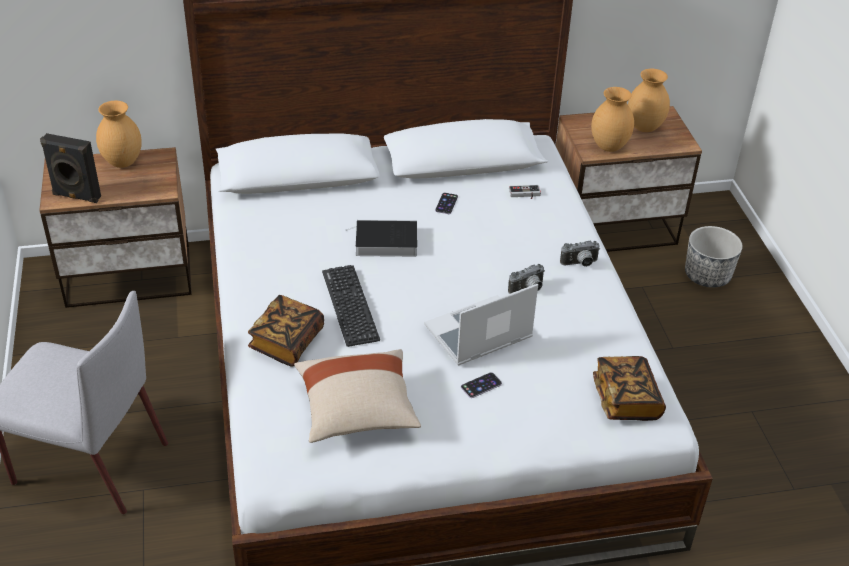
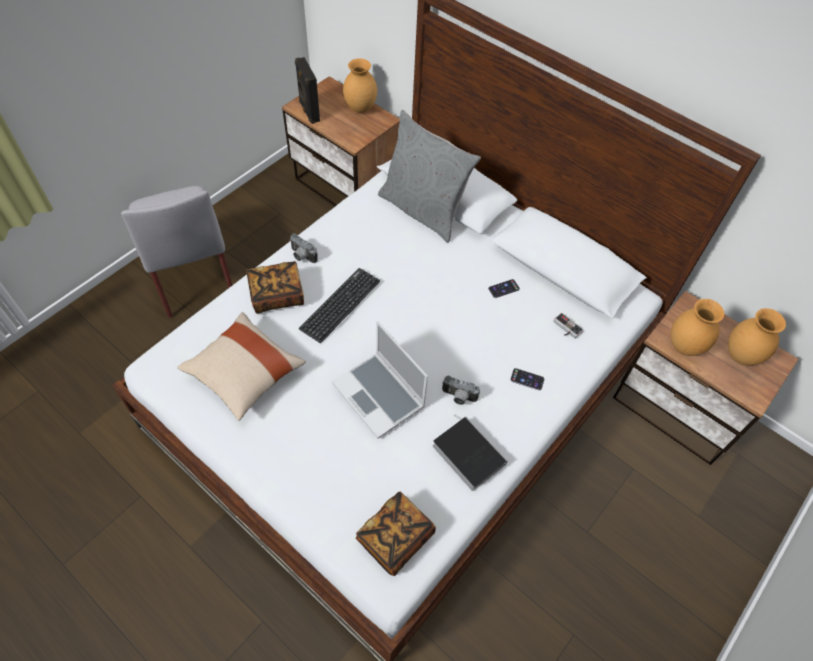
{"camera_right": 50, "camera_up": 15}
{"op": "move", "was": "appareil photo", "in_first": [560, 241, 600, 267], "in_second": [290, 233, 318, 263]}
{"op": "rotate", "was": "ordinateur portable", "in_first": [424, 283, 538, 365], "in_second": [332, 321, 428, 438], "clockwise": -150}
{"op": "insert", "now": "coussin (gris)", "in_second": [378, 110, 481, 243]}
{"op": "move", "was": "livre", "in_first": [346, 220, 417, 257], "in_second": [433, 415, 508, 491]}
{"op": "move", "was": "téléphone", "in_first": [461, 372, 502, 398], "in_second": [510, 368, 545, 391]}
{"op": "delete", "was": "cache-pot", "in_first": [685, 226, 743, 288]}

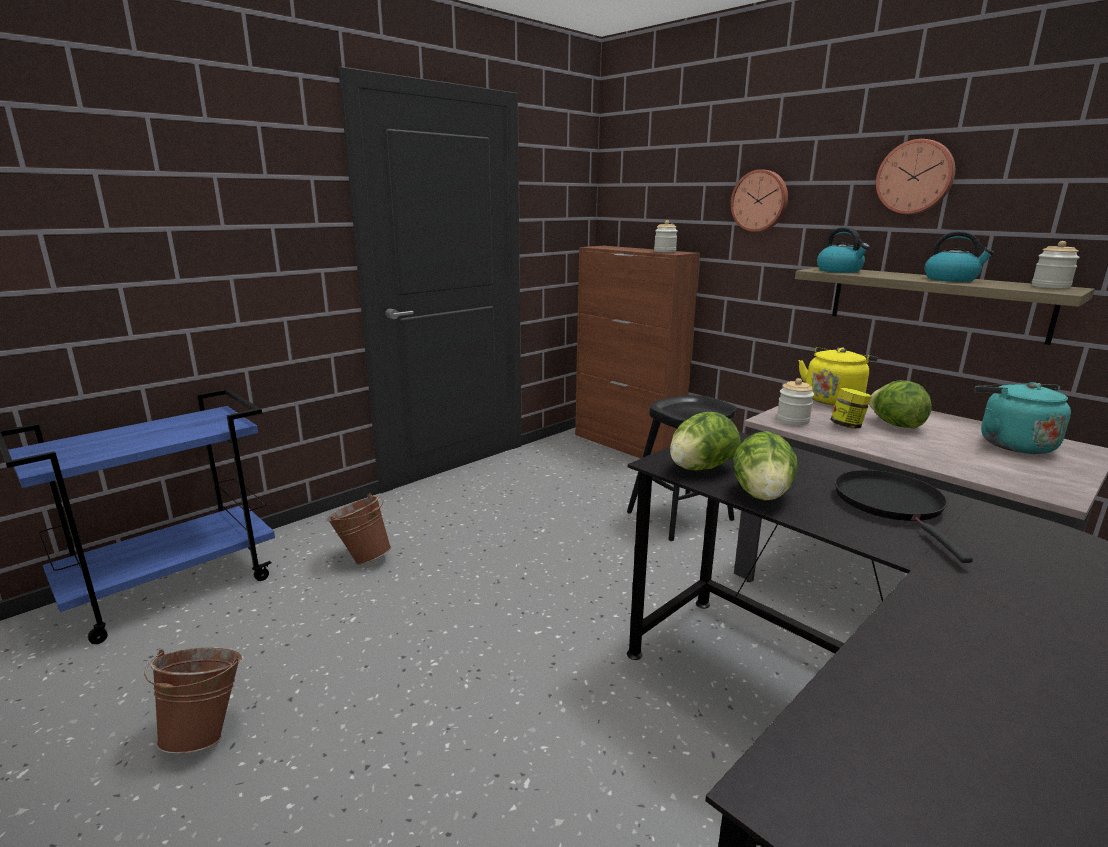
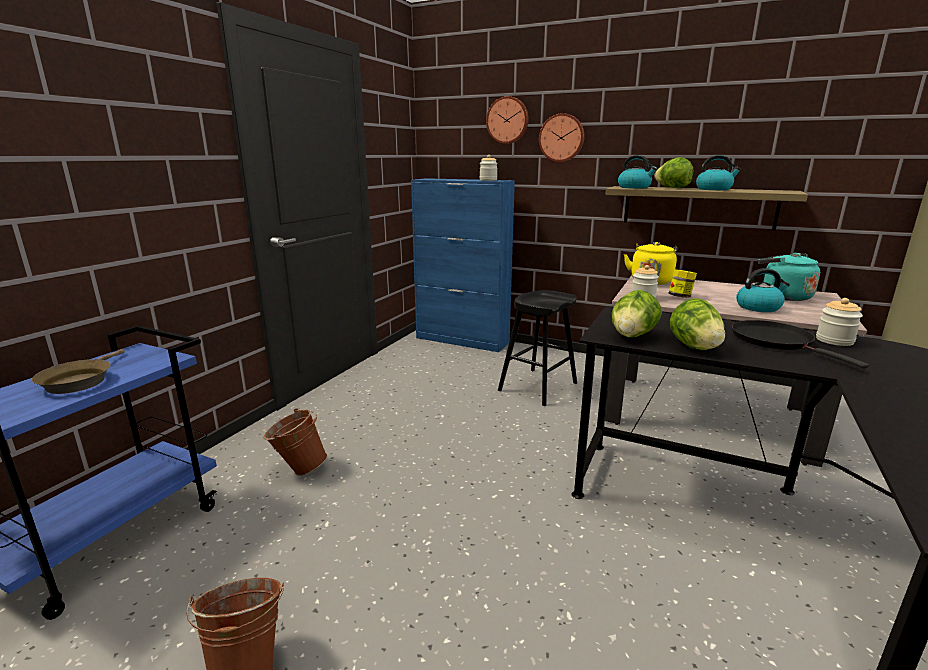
{"camera_right": -20, "camera_up": 0}
{"op": "insert", "now": "poêle (marron)", "in_second": [32, 349, 125, 394]}
{"op": "recolor", "was": "meuble de rangement (marron)", "now": "meuble de rangement (bleu)", "in_first": [575, 246, 700, 459], "in_second": [411, 178, 515, 352]}
{"op": "move", "was": "horloge murale", "in_first": [876, 139, 955, 214], "in_second": [486, 96, 529, 144]}
{"op": "move", "was": "laitue", "in_first": [869, 380, 932, 429], "in_second": [654, 157, 693, 188]}
{"op": "insert", "now": "bouilloire", "in_second": [736, 268, 790, 312]}
{"op": "move", "was": "bocal", "in_first": [1032, 241, 1080, 289], "in_second": [816, 298, 863, 346]}

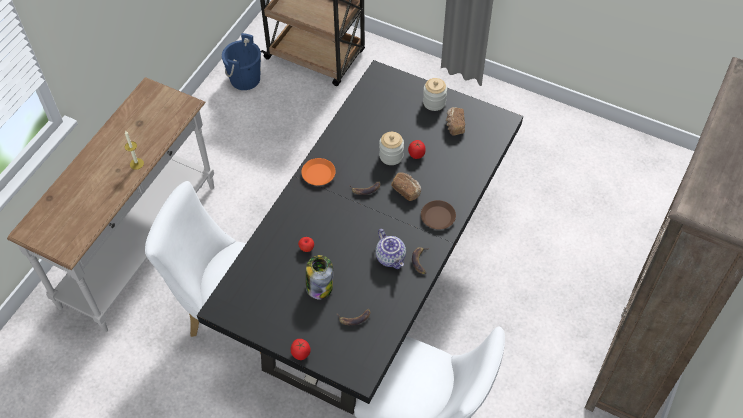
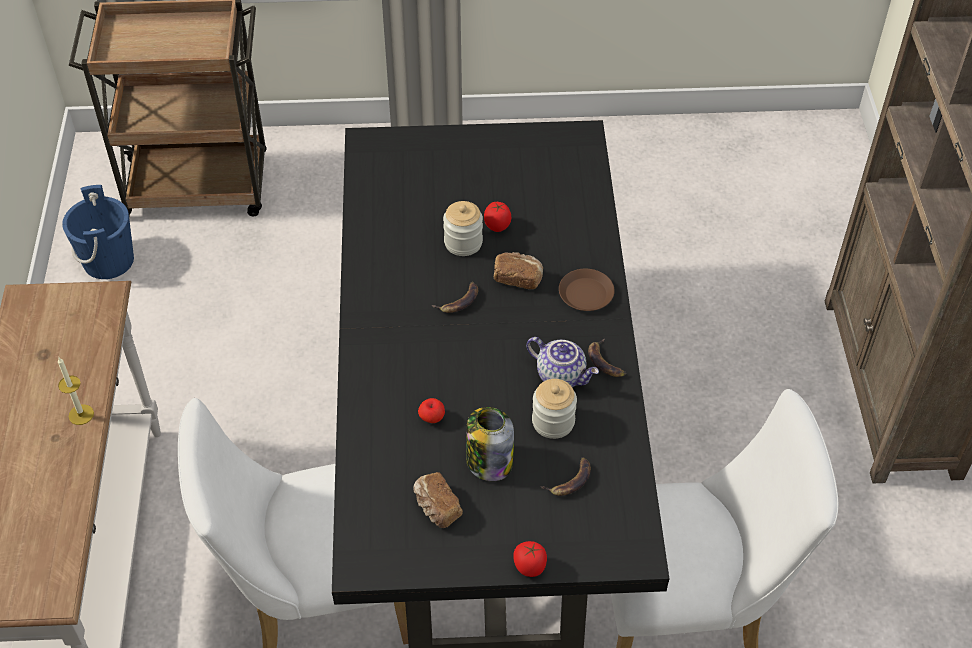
{"camera_right": -30, "camera_up": -5}
{"op": "move", "was": "pain", "in_first": [446, 107, 465, 135], "in_second": [413, 472, 463, 528]}
{"op": "move", "was": "bocal", "in_first": [423, 78, 447, 111], "in_second": [532, 379, 577, 439]}
{"op": "delete", "was": "assiette (orange)", "in_first": [301, 158, 336, 186]}

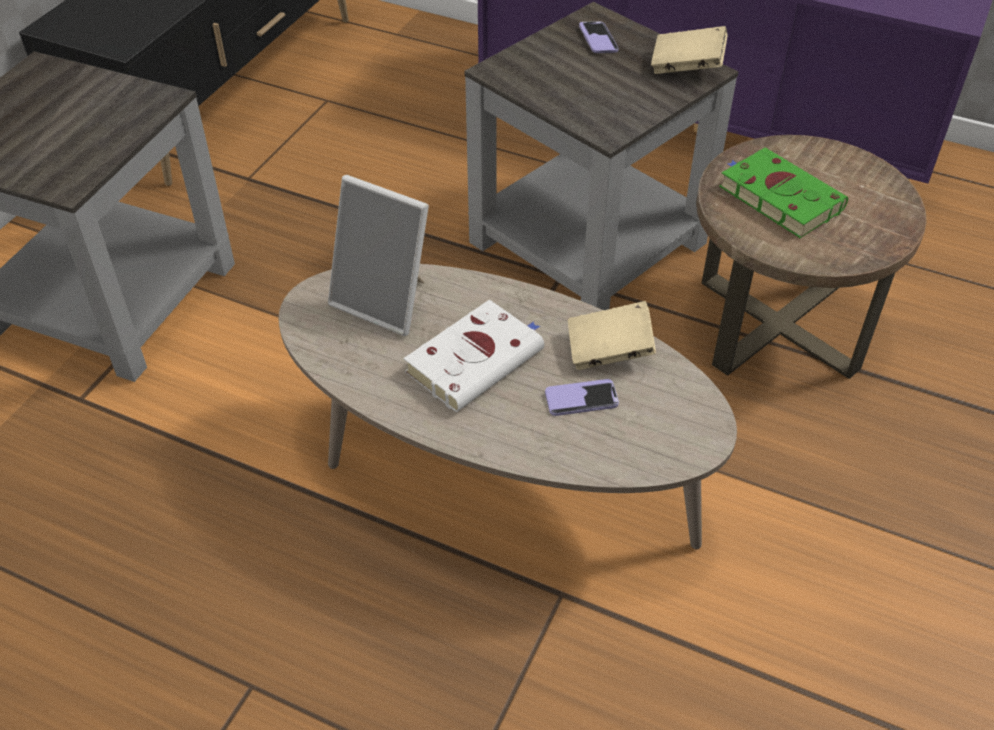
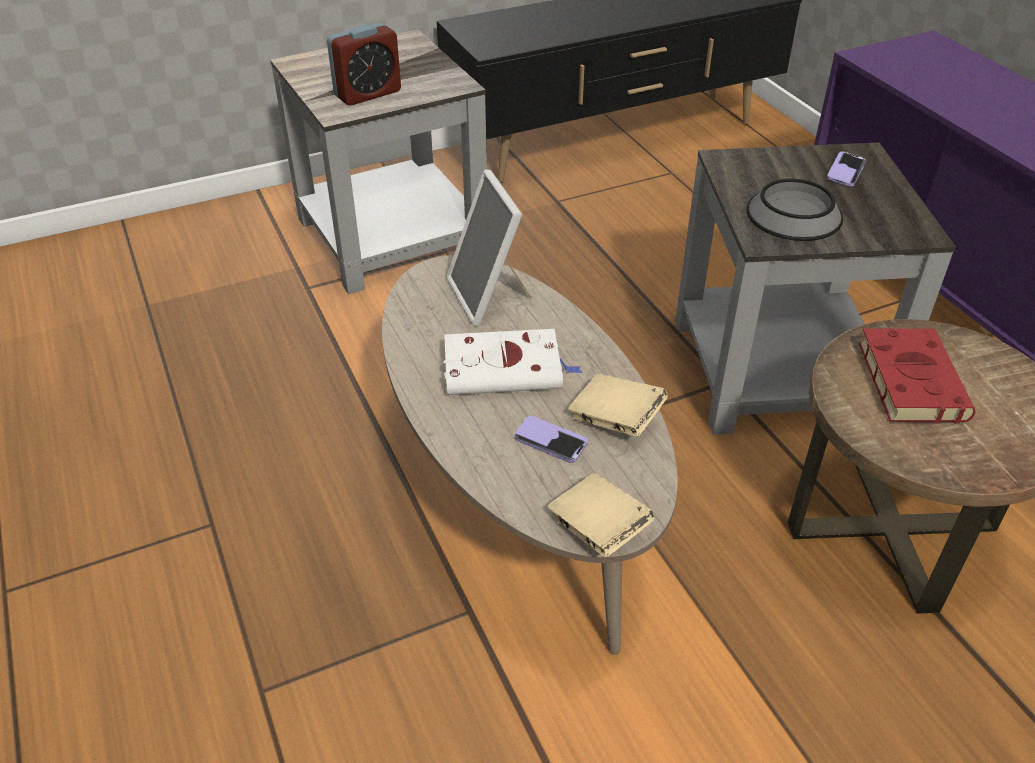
{"camera_right": 40, "camera_up": -5}
{"op": "insert", "now": "réveil", "in_second": [327, 23, 401, 105]}
{"op": "move", "was": "livre (beige)", "in_first": [651, 26, 728, 74], "in_second": [547, 473, 655, 557]}
{"op": "insert", "now": "bol", "in_second": [746, 179, 843, 241]}
{"op": "recolor", "was": "livre (vert)", "now": "livre (rouge)", "in_first": [719, 148, 848, 238], "in_second": [859, 328, 976, 423]}

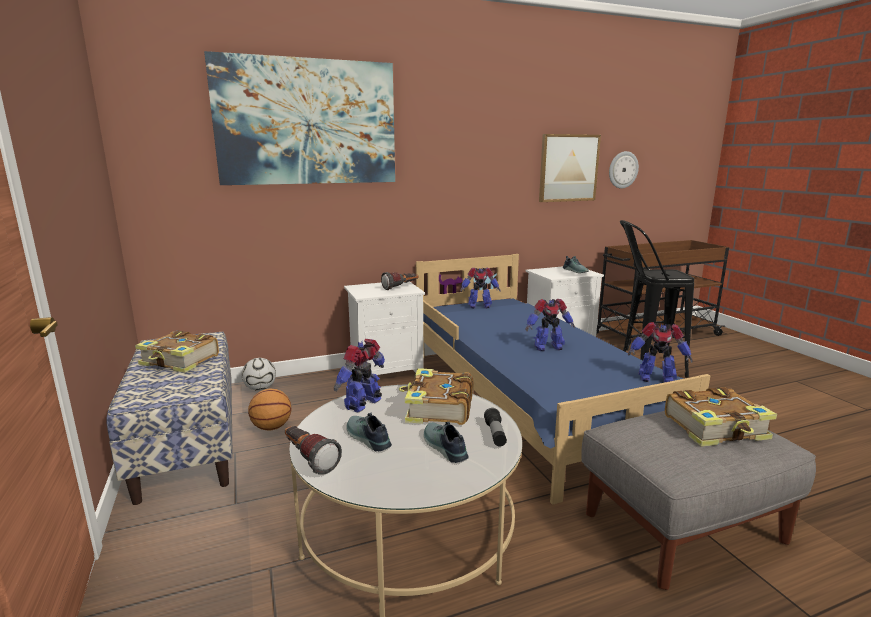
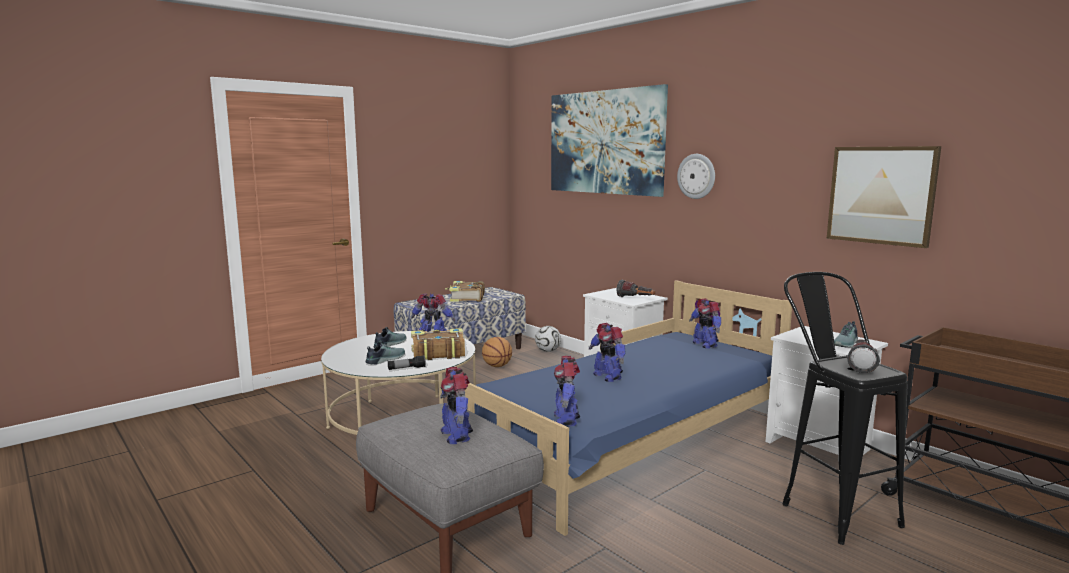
{"camera_right": 70, "camera_up": -5}
{"op": "replace", "was": "livre", "now": "robot jouet", "in_first": [665, 387, 777, 447], "in_second": [440, 367, 473, 444]}
{"op": "move", "was": "horloge murale", "in_first": [609, 151, 639, 189], "in_second": [677, 154, 715, 199]}
{"op": "move", "was": "lampe de poche", "in_first": [285, 426, 342, 475], "in_second": [847, 339, 880, 373]}

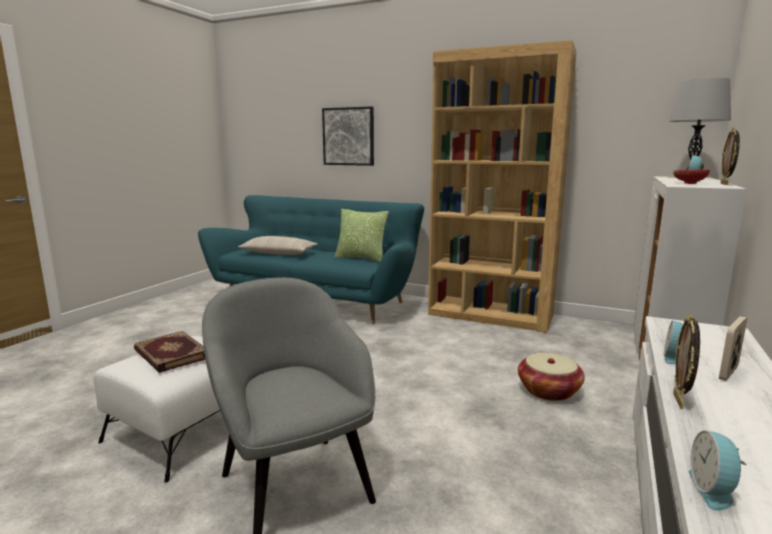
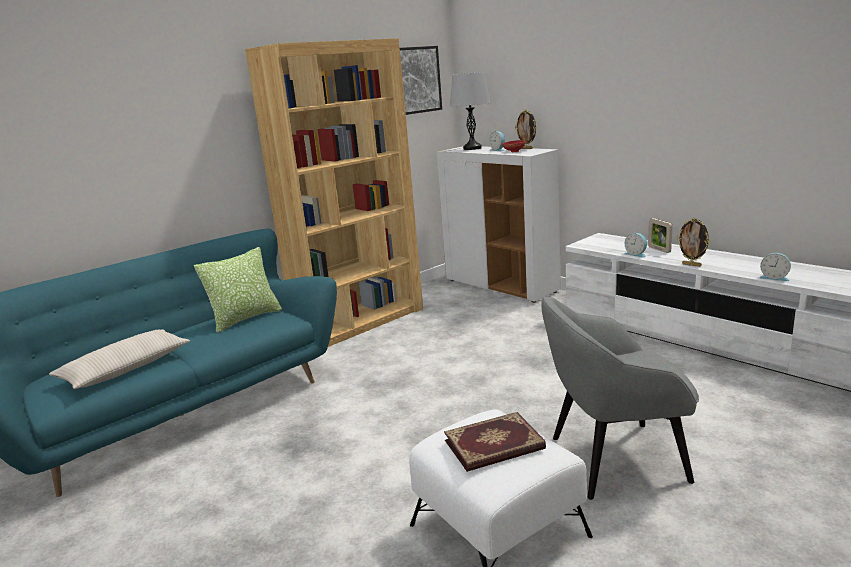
{"camera_right": -65, "camera_up": 5}
{"op": "move", "was": "tableau", "in_first": [322, 106, 374, 166], "in_second": [400, 46, 442, 115]}
{"op": "delete", "was": "panier", "in_first": [518, 353, 585, 401]}

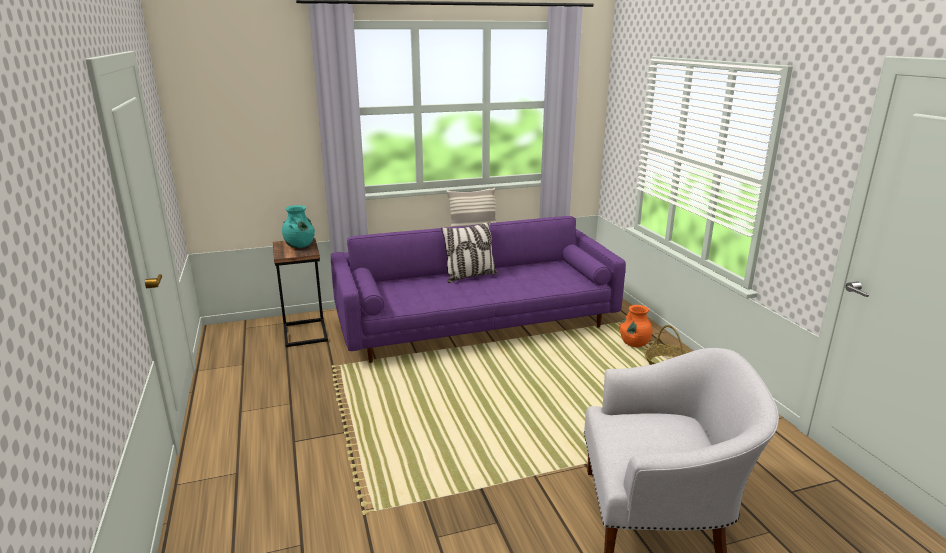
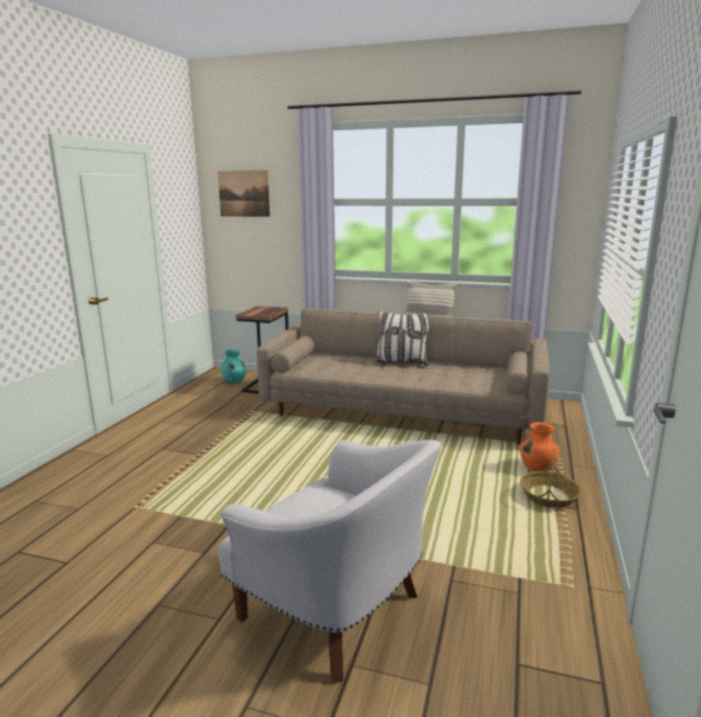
{"camera_right": 35, "camera_up": -5}
{"op": "insert", "now": "tableau", "in_second": [218, 170, 270, 217]}
{"op": "move", "was": "vase (turquoise)", "in_first": [282, 205, 315, 248], "in_second": [221, 349, 246, 383]}
{"op": "recolor", "was": "canapé (violet)", "now": "canapé (beige)", "in_first": [331, 216, 626, 363], "in_second": [257, 309, 550, 444]}

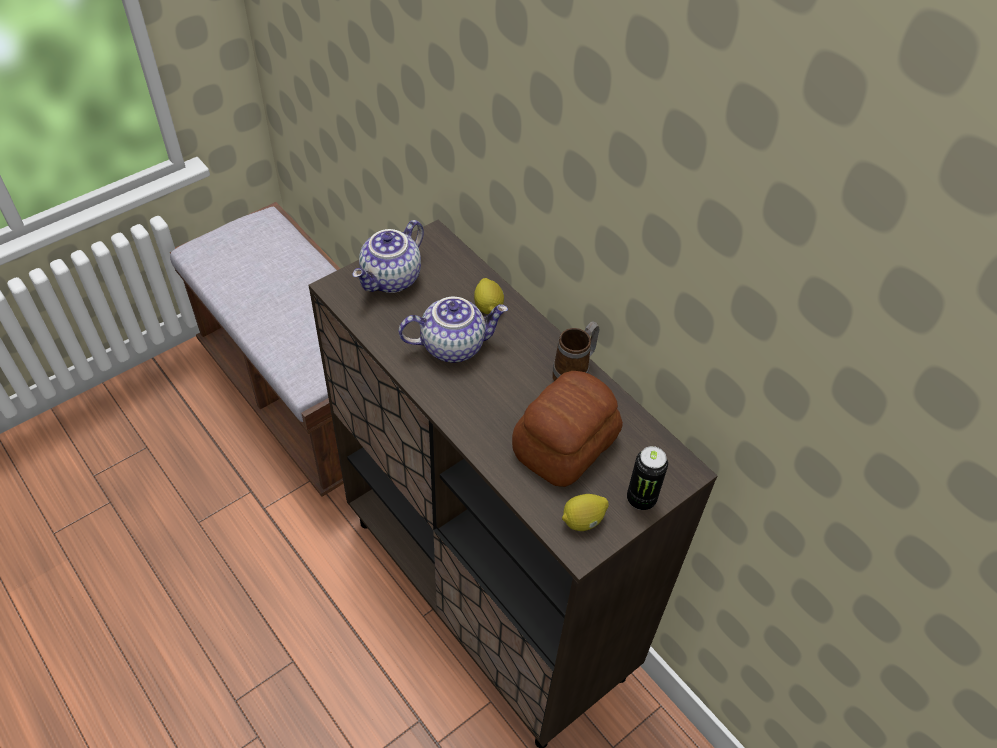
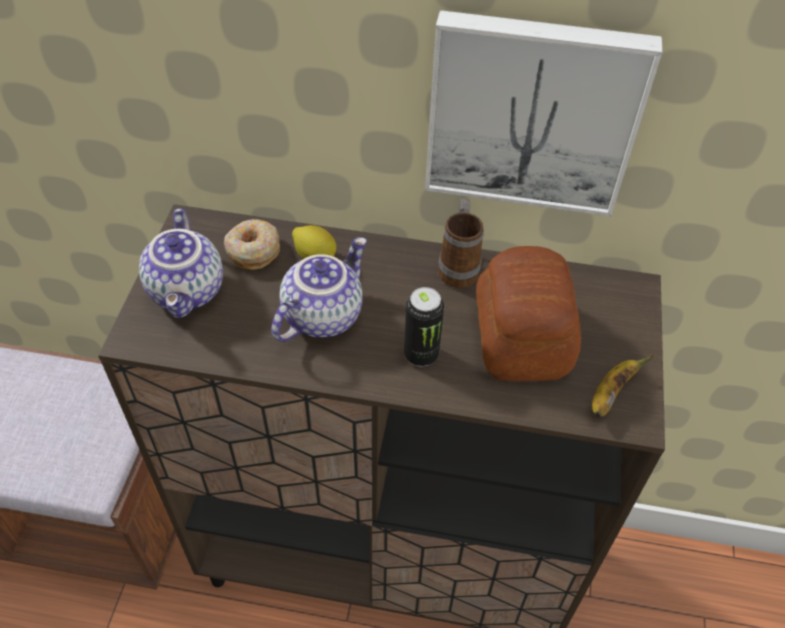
{"camera_right": -40, "camera_up": 0}
{"op": "insert", "now": "beignet", "in_second": [224, 219, 280, 270]}
{"op": "move", "was": "boîte métallique", "in_first": [627, 446, 668, 510], "in_second": [404, 287, 444, 367]}
{"op": "insert", "now": "tableau", "in_second": [425, 10, 662, 216]}
{"op": "replace", "was": "citron", "now": "banane", "in_first": [562, 494, 609, 531], "in_second": [592, 355, 654, 417]}

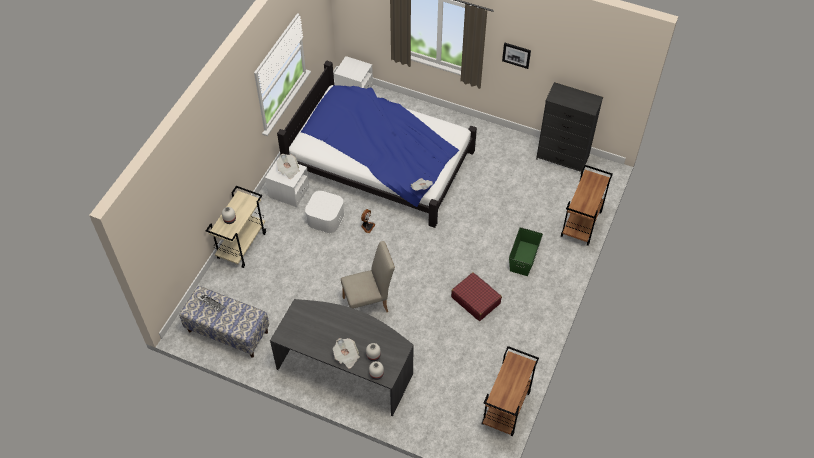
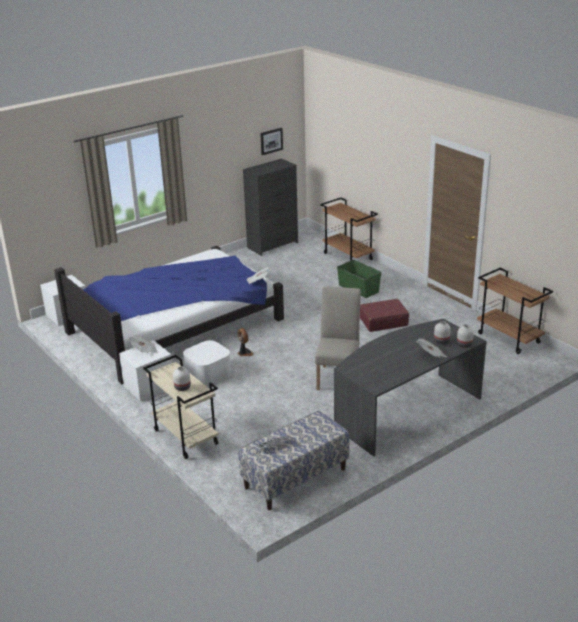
{"camera_right": -60, "camera_up": -25}
{"op": "move", "was": "tableau", "in_first": [502, 43, 531, 69], "in_second": [260, 128, 283, 155]}

